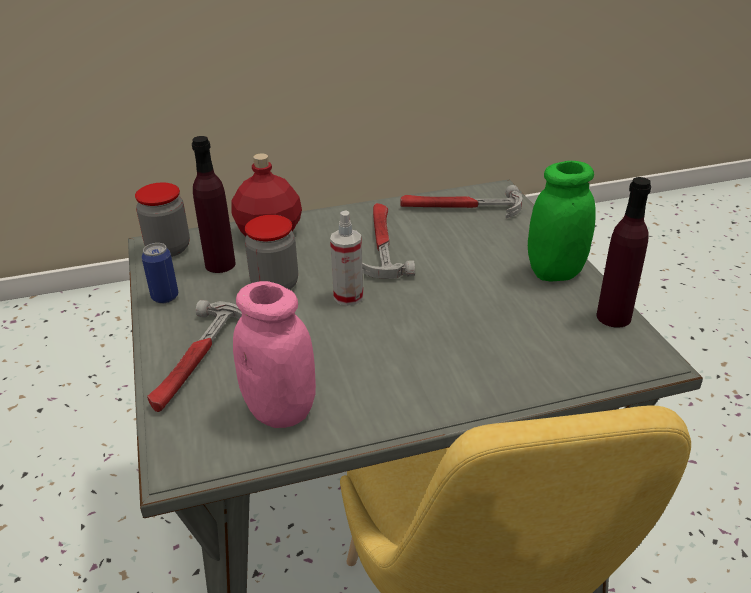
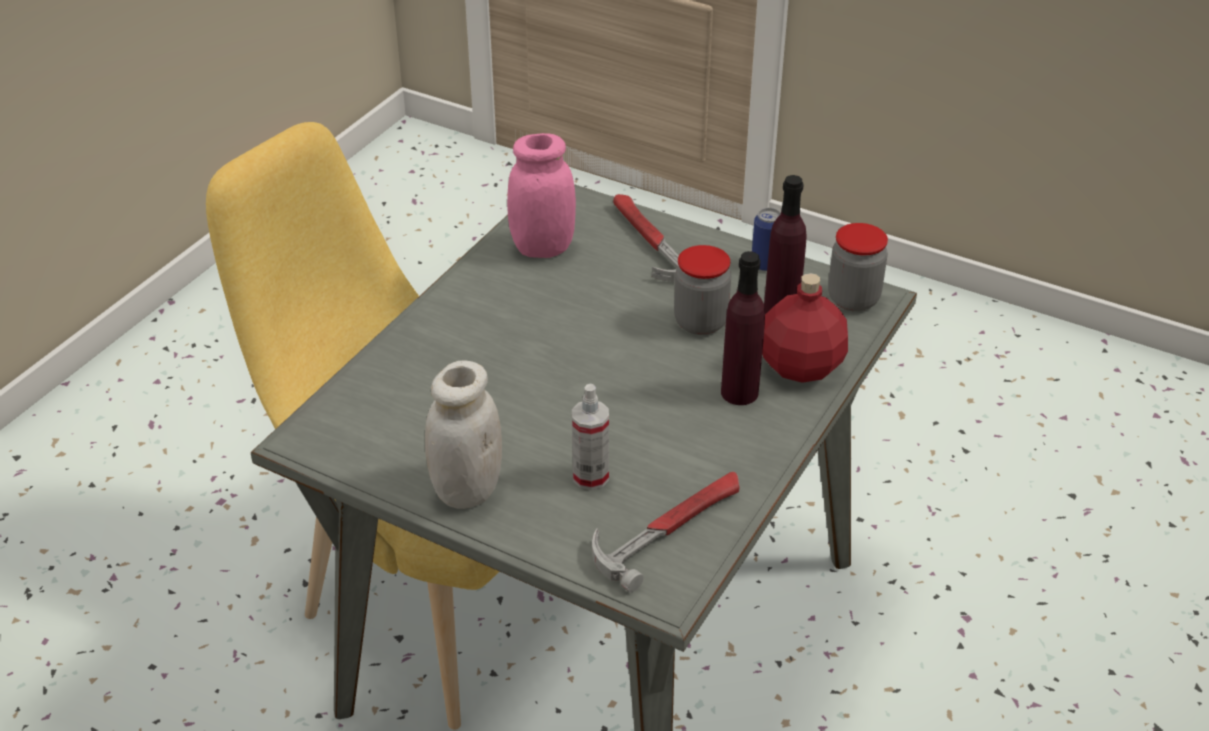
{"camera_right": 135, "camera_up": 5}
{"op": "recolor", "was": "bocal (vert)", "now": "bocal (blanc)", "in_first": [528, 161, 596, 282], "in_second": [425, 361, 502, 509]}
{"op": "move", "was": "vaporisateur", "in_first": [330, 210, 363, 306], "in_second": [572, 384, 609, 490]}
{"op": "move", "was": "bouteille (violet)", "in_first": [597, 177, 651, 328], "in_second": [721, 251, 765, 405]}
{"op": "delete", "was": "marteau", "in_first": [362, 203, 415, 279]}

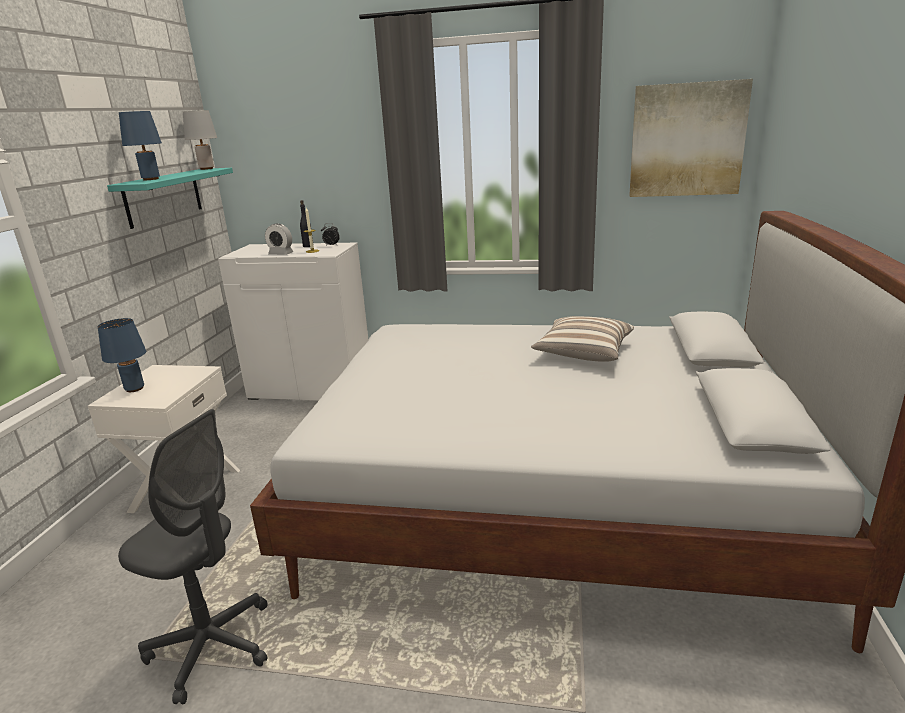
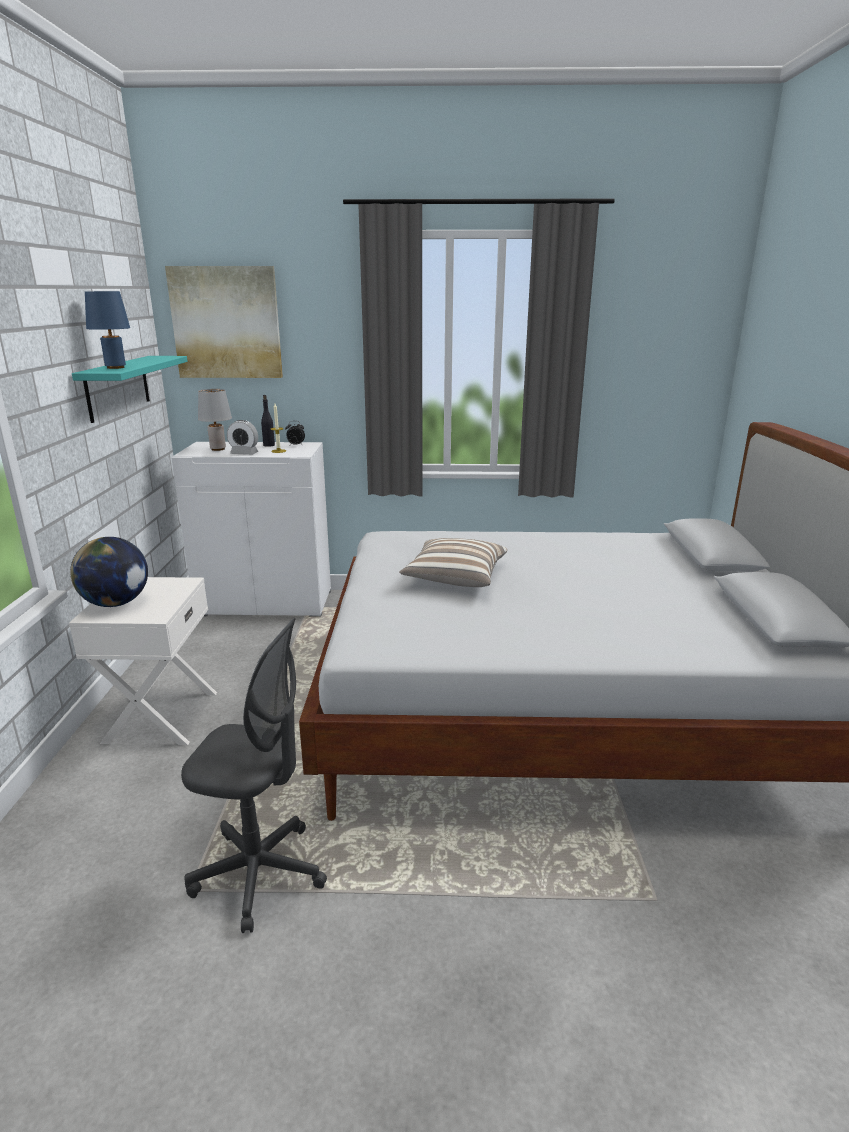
{"camera_right": -10, "camera_up": 0}
{"op": "replace", "was": "lampe de table (bleu)", "now": "globe", "in_first": [97, 318, 146, 392], "in_second": [70, 537, 148, 607]}
{"op": "move", "was": "tableau", "in_first": [629, 79, 753, 197], "in_second": [165, 266, 283, 378]}
{"op": "move", "was": "lampe de table (gris)", "in_first": [183, 110, 217, 170], "in_second": [198, 389, 232, 451]}
{"op": "move", "was": "coussin", "in_first": [531, 316, 634, 362], "in_second": [399, 538, 507, 587]}

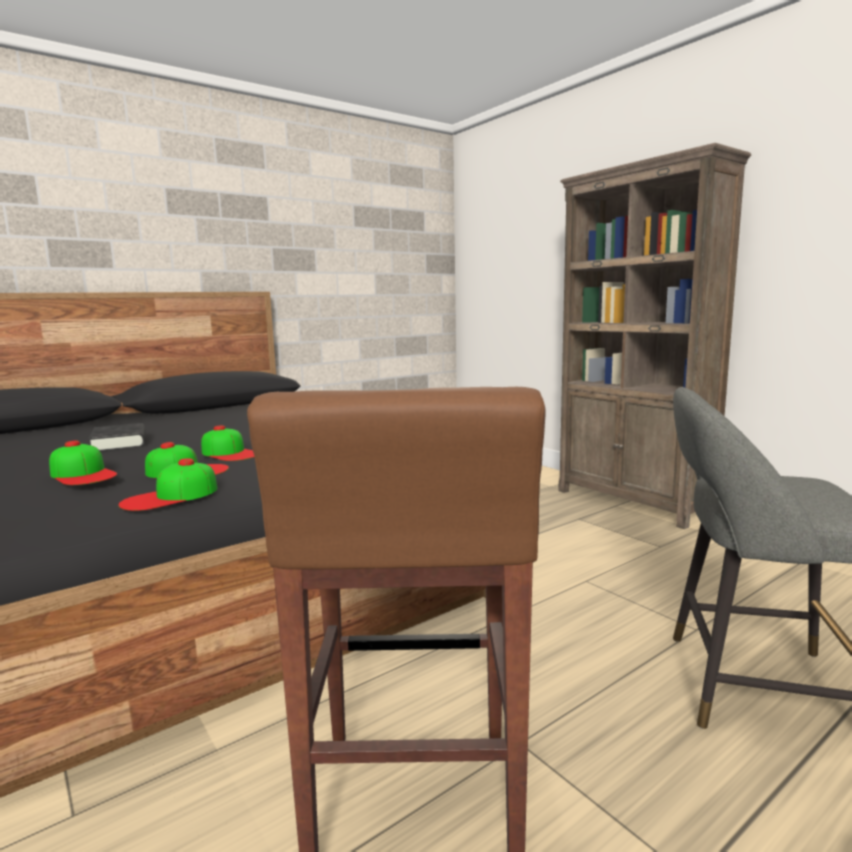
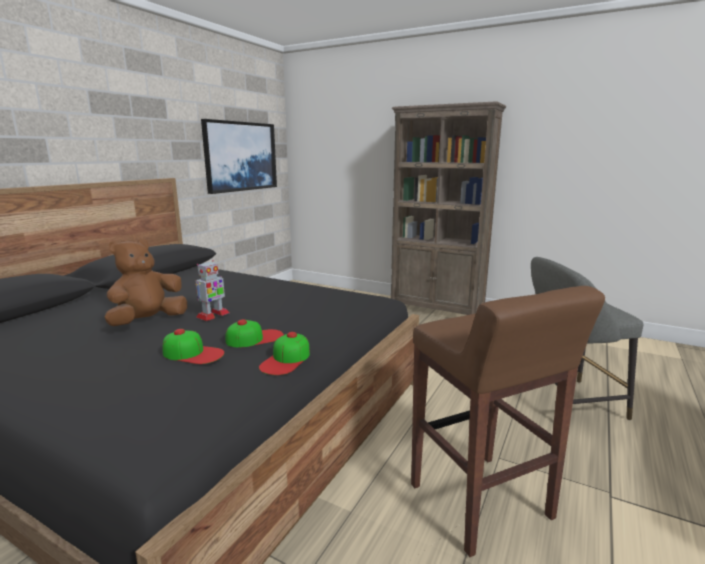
{"camera_right": -25, "camera_up": 5}
{"op": "replace", "was": "livre (noir)", "now": "peluche (marron)", "in_first": [89, 423, 146, 452], "in_second": [104, 239, 187, 326]}
{"op": "insert", "now": "robot jouet", "in_second": [195, 260, 229, 321]}
{"op": "insert", "now": "tableau", "in_second": [201, 119, 277, 194]}
{"op": "delete", "was": "casquette", "in_first": [201, 425, 254, 461]}

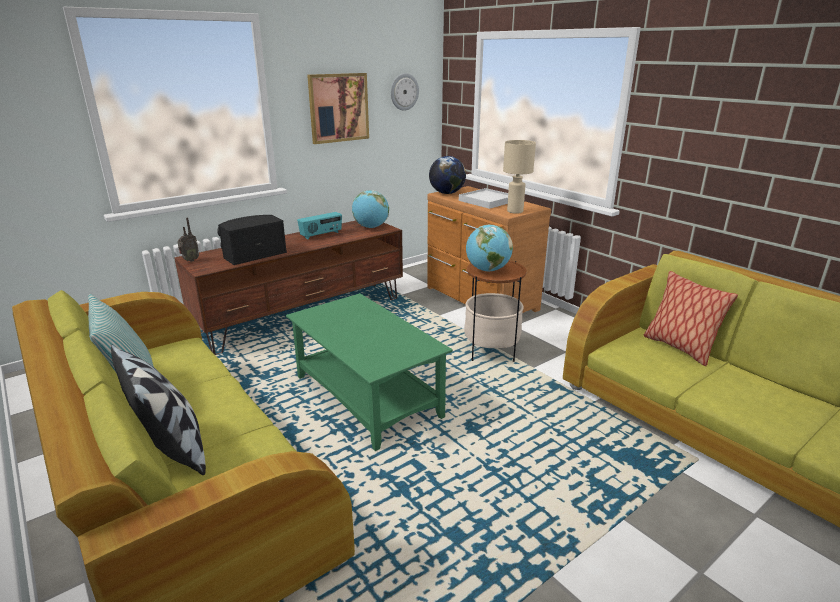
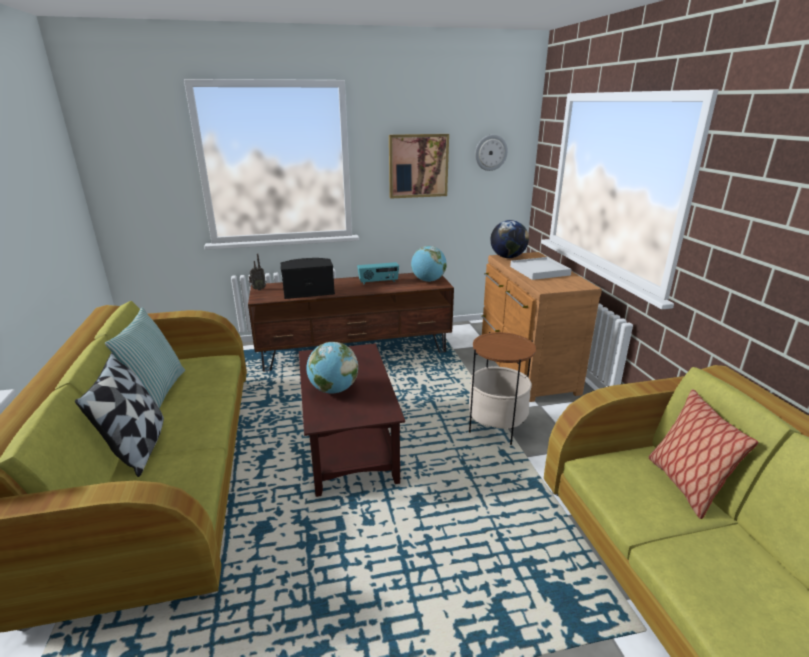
{"camera_right": 25, "camera_up": 0}
{"op": "recolor", "was": "table basse (vert)", "now": "table basse (marron)", "in_first": [286, 293, 453, 451], "in_second": [299, 343, 405, 497]}
{"op": "move", "was": "globe", "in_first": [466, 225, 513, 272], "in_second": [306, 342, 358, 394]}
{"op": "delete", "was": "lampe de table (beige)", "in_first": [503, 140, 536, 214]}

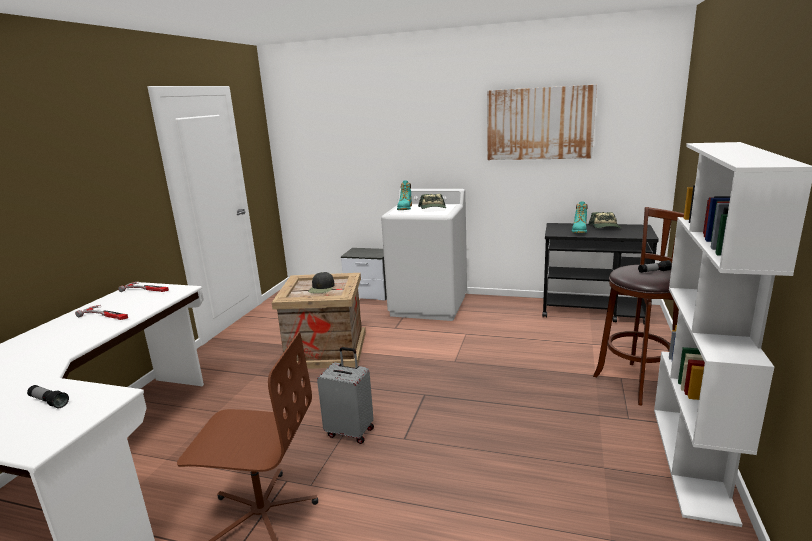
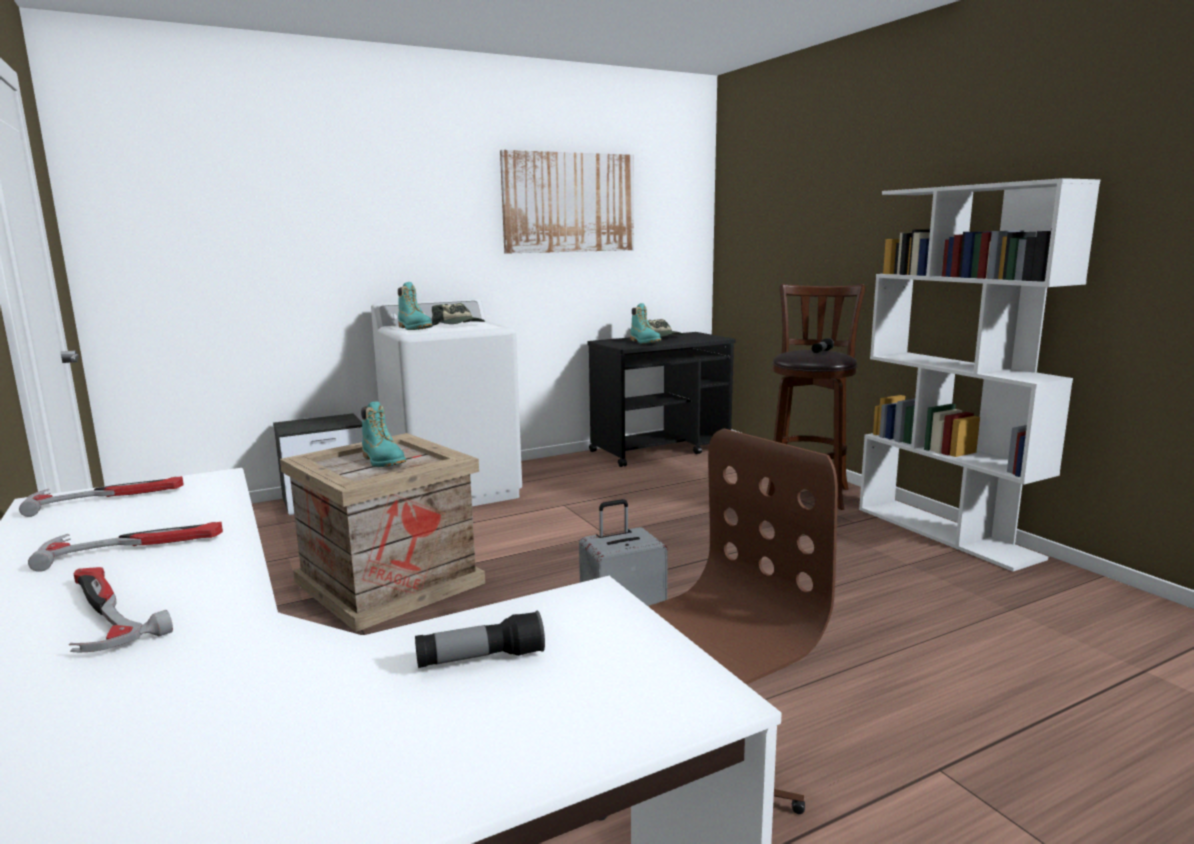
{"camera_right": -45, "camera_up": -5}
{"op": "insert", "now": "marteau", "in_second": [69, 567, 173, 653]}
{"op": "replace", "was": "casquette (noir)", "now": "botte (turquoise)", "in_first": [308, 272, 335, 293], "in_second": [361, 401, 406, 467]}

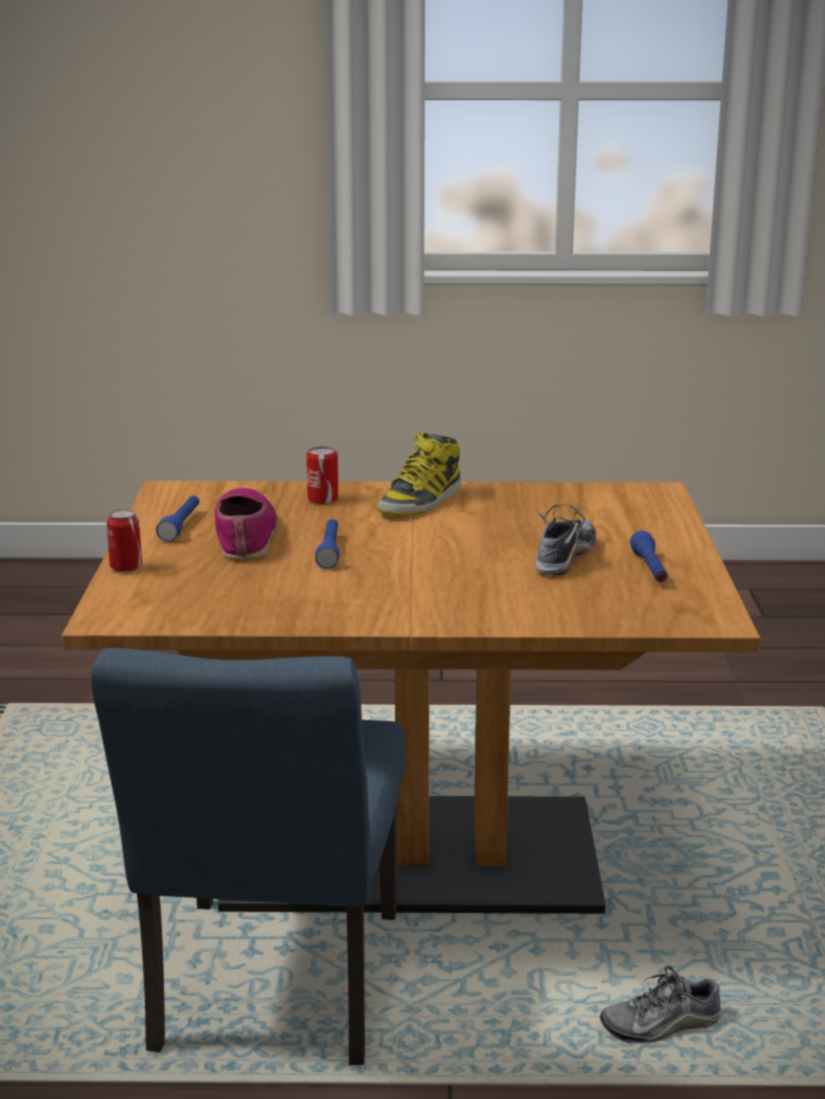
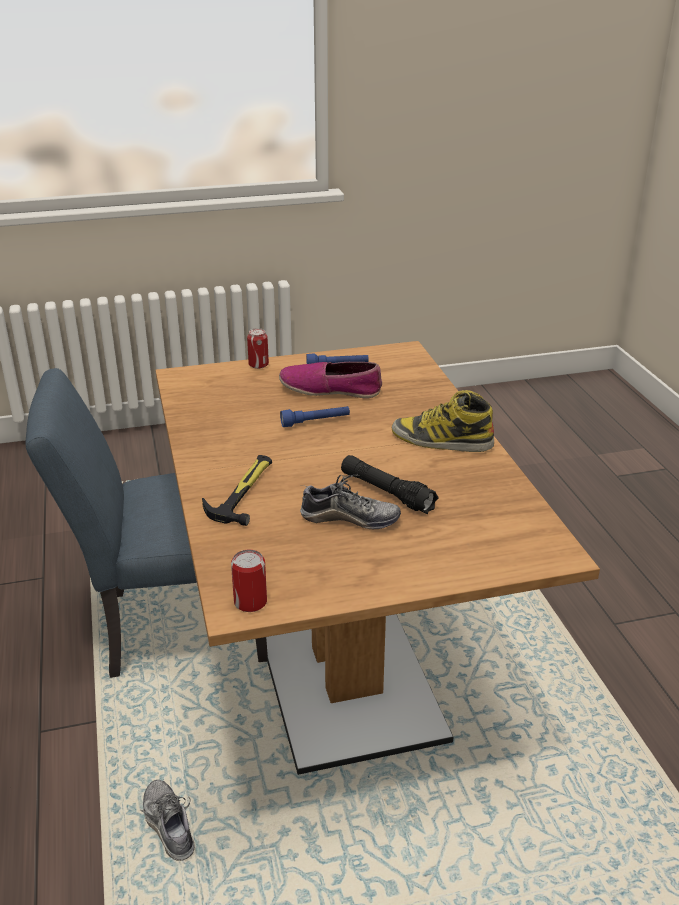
{"camera_right": 75, "camera_up": 10}
{"op": "insert", "now": "marteau", "in_second": [202, 455, 272, 526]}
{"op": "move", "was": "boîte métallique", "in_first": [306, 446, 338, 504], "in_second": [231, 550, 267, 612]}
{"op": "rotate", "was": "chaussure", "in_first": [215, 488, 278, 560], "in_second": [279, 362, 382, 399], "clockwise": -150}
{"op": "insert", "now": "lampe de poche (noir)", "in_second": [341, 455, 439, 514]}
{"op": "delete", "was": "lampe de poche (bleu)", "in_first": [630, 531, 667, 582]}

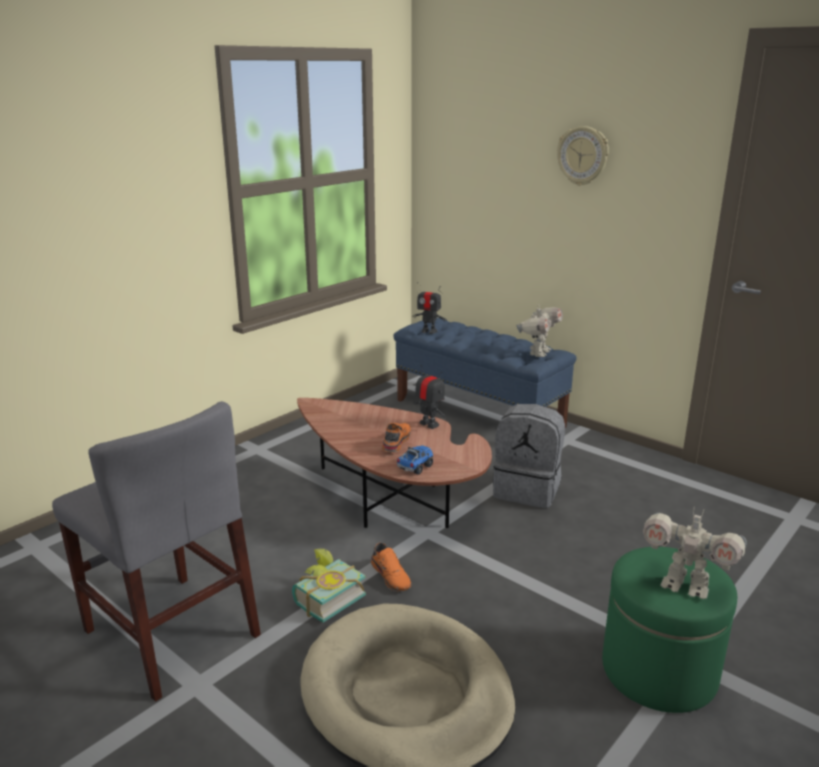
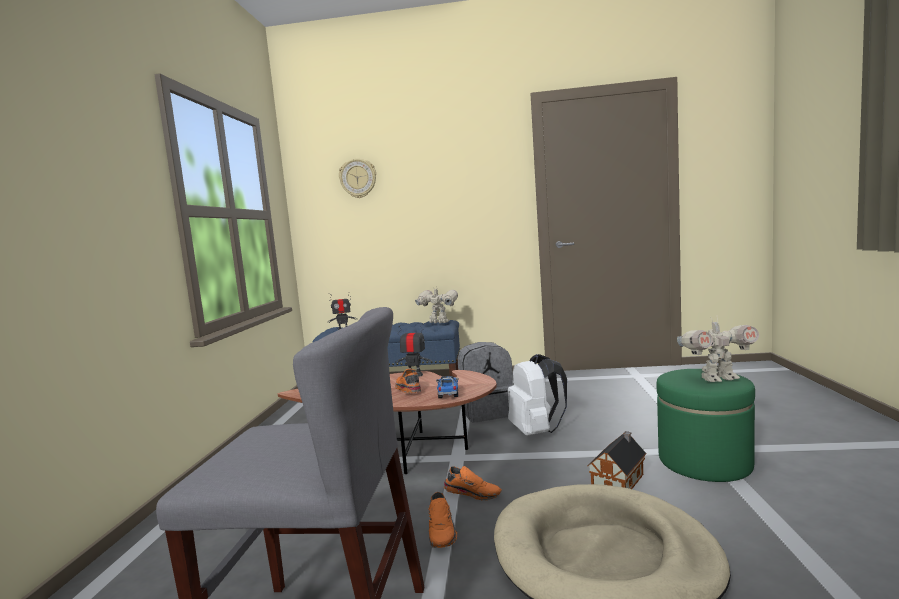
{"camera_right": -35, "camera_up": -15}
{"op": "move", "was": "horloge murale", "in_first": [557, 126, 609, 186], "in_second": [339, 159, 376, 198]}
{"op": "rotate", "was": "robot jouet", "in_first": [516, 306, 563, 357], "in_second": [415, 287, 458, 323], "clockwise": -60}
{"op": "replace", "was": "livre", "now": "chaussure (orange)", "in_first": [292, 548, 366, 623], "in_second": [428, 492, 457, 548]}
{"op": "insert", "now": "sac à dos (blanc)", "in_second": [508, 354, 567, 436]}
{"op": "insert", "now": "maison miniature", "in_second": [588, 431, 646, 489]}

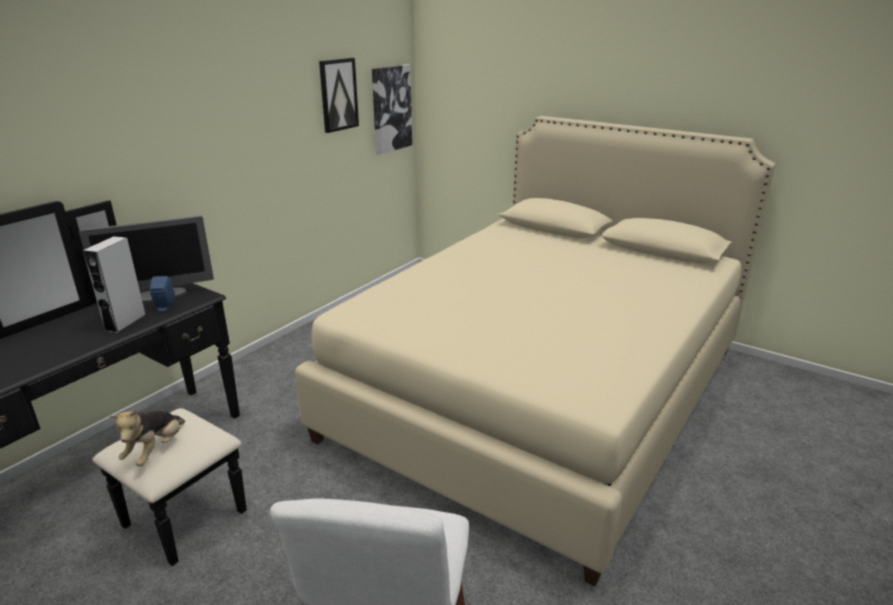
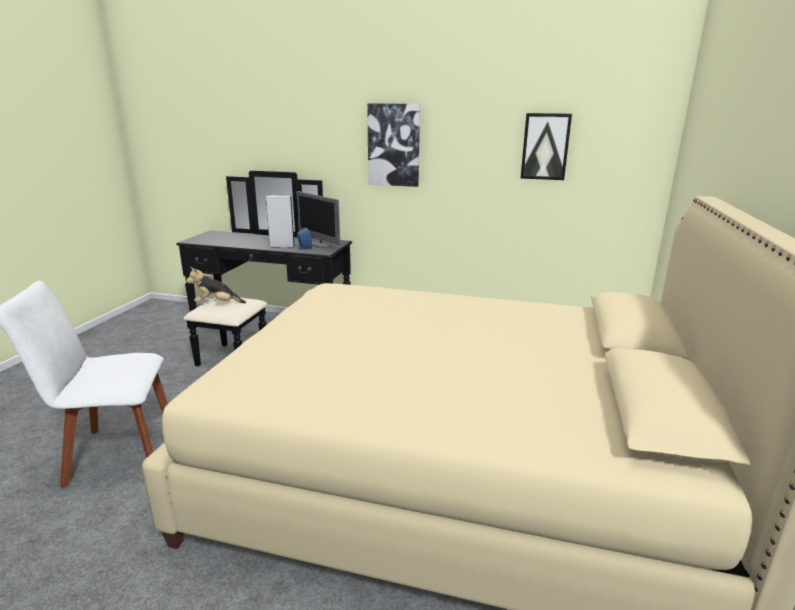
{"camera_right": 70, "camera_up": -5}
{"op": "move", "was": "tableau", "in_first": [372, 64, 412, 155], "in_second": [367, 103, 420, 187]}

